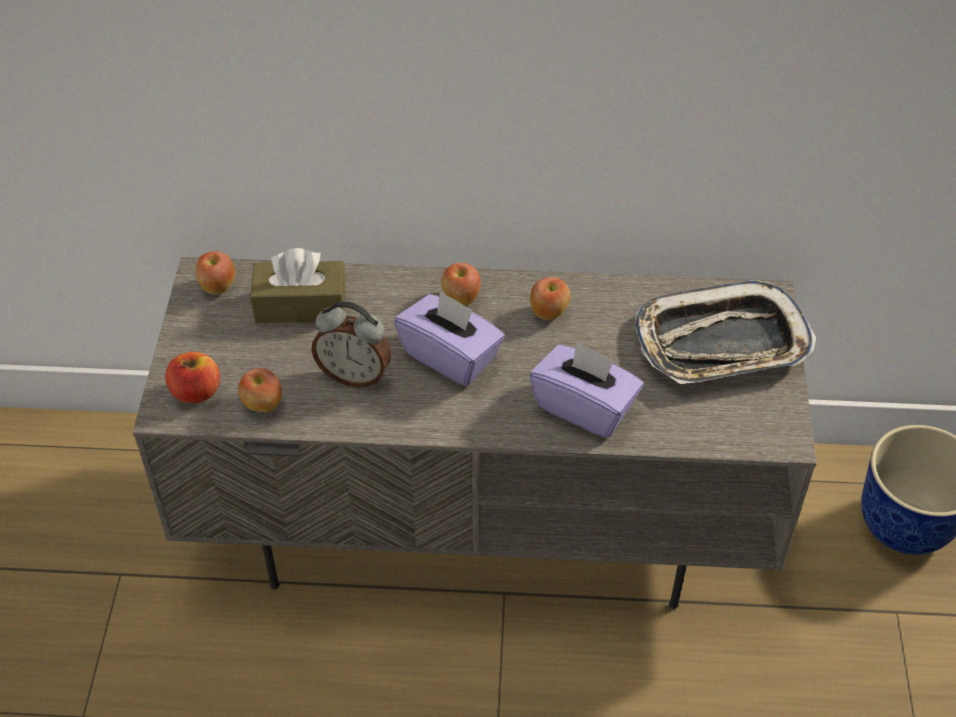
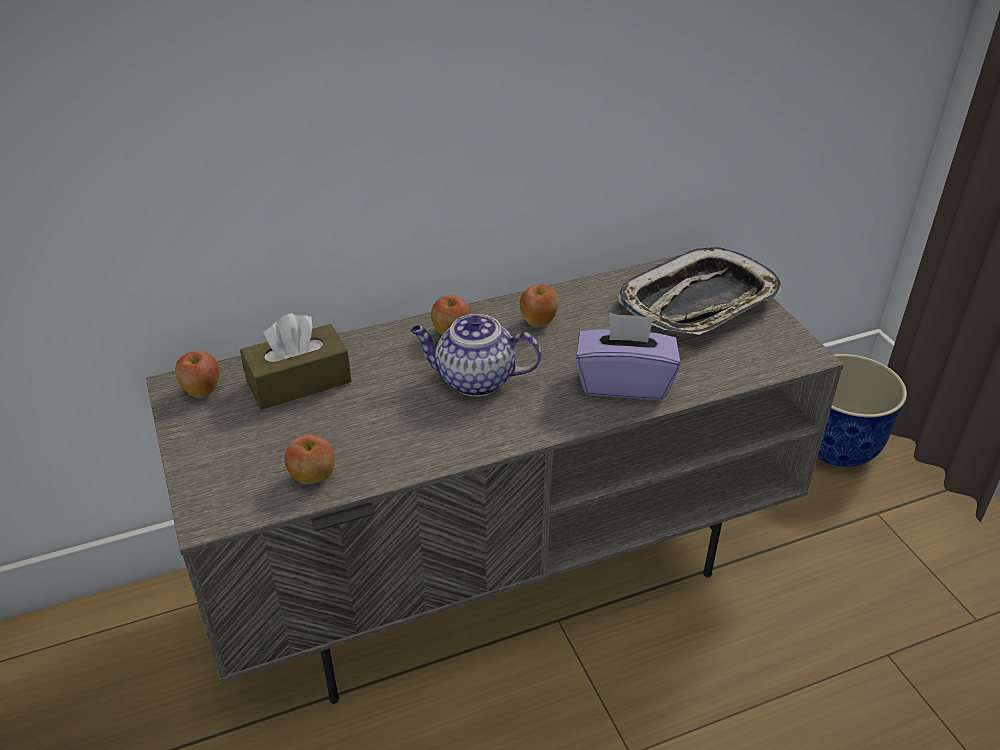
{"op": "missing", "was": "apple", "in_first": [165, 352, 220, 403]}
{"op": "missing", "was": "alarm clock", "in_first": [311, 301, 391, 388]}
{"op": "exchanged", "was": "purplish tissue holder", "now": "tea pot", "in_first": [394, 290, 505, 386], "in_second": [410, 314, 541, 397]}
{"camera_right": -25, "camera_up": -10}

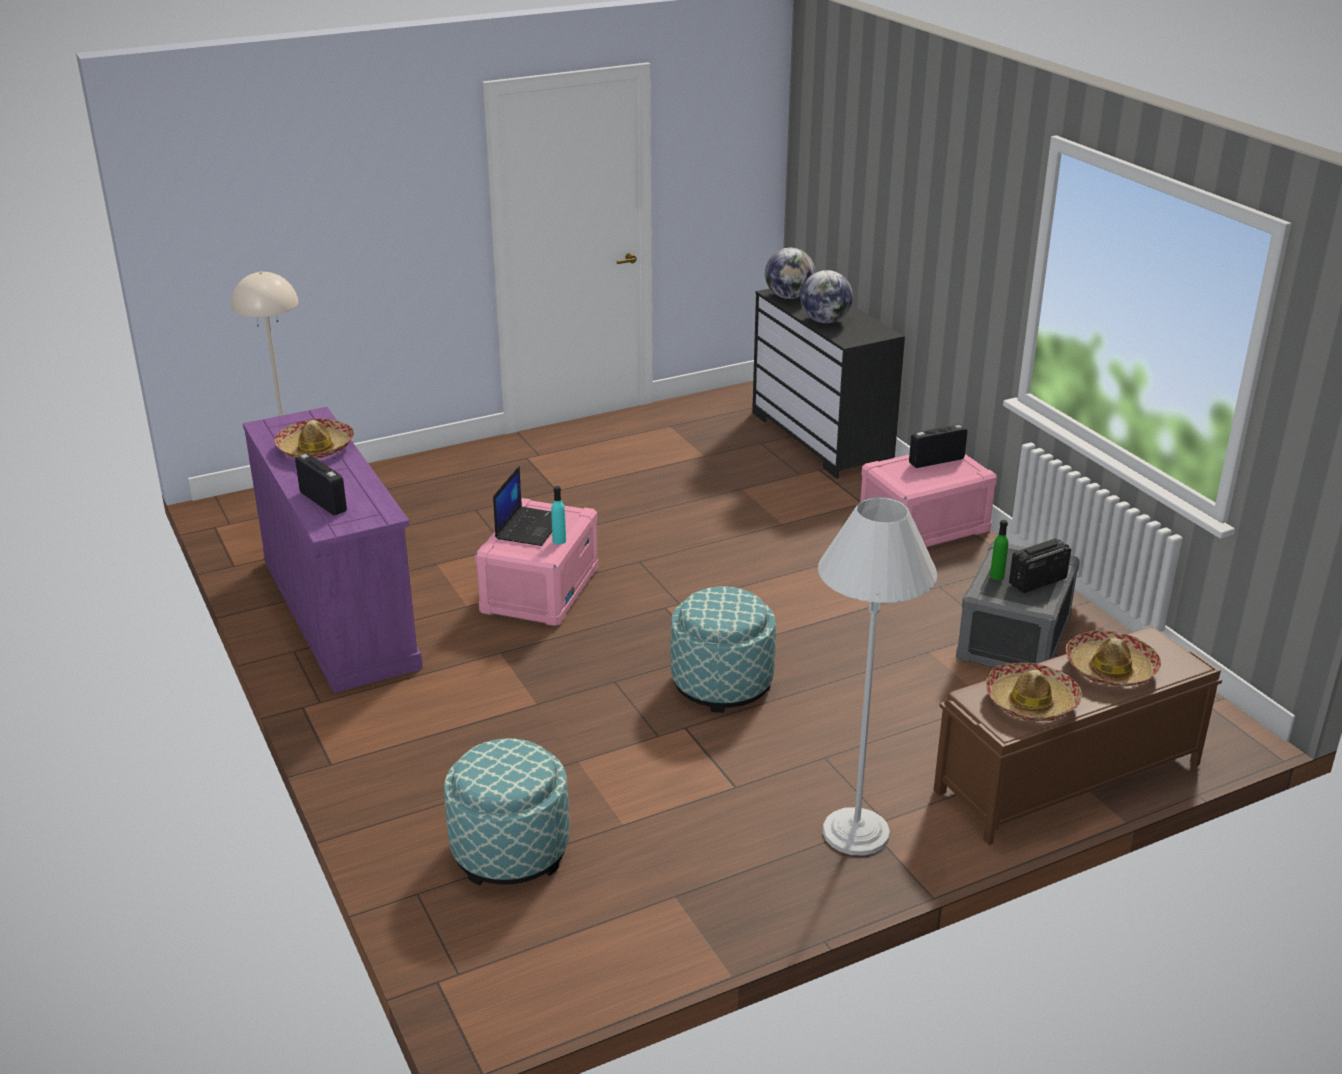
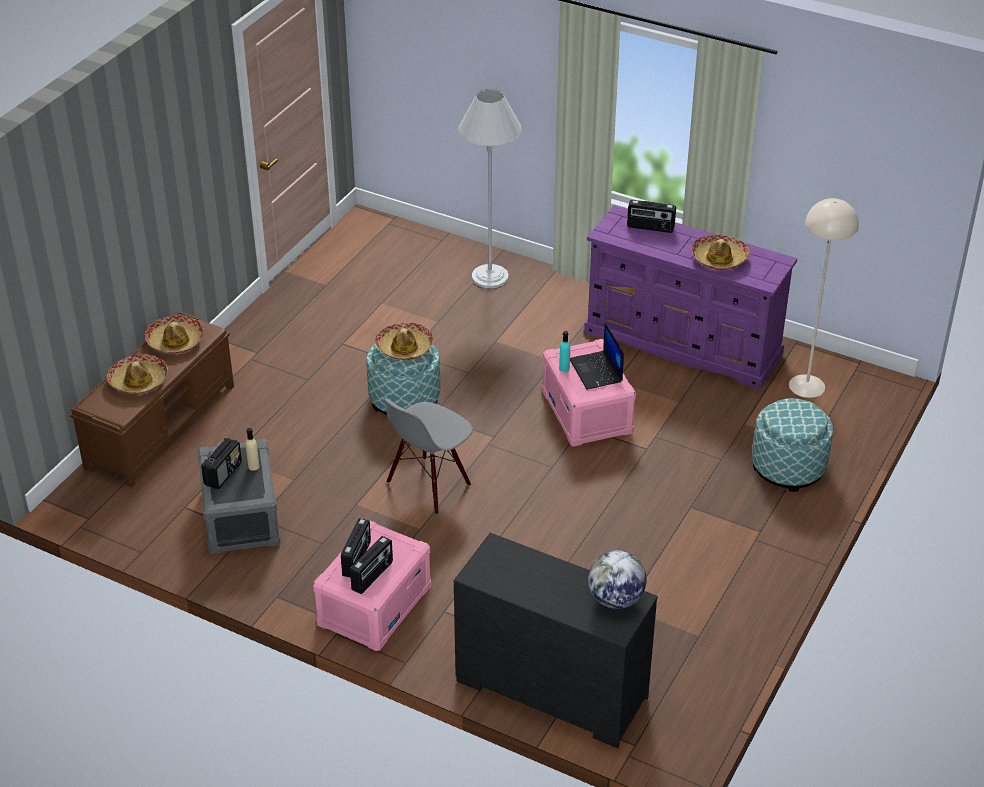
{"op": "relocated", "was": "footrest", "in_first": [444, 738, 569, 885], "in_second": [752, 398, 833, 492]}
{"op": "missing", "was": "world globe", "in_first": [800, 270, 853, 323]}
{"op": "relocated", "was": "whitish standing lamp", "in_first": [818, 497, 937, 856], "in_second": [458, 89, 522, 288]}
{"op": "colour", "was": "greenish beverage bottle", "now": "beige beverage bottle", "in_first": [990, 520, 1008, 580], "in_second": [246, 428, 259, 471]}
{"op": "appeared", "now": "radio receiver", "in_second": [341, 518, 371, 578]}
{"op": "appeared", "now": "clothing hat", "in_second": [375, 323, 434, 360]}
{"op": "appeared", "now": "greyish upright chair", "in_second": [384, 398, 473, 515]}
{"camera_right": 145, "camera_up": 10}

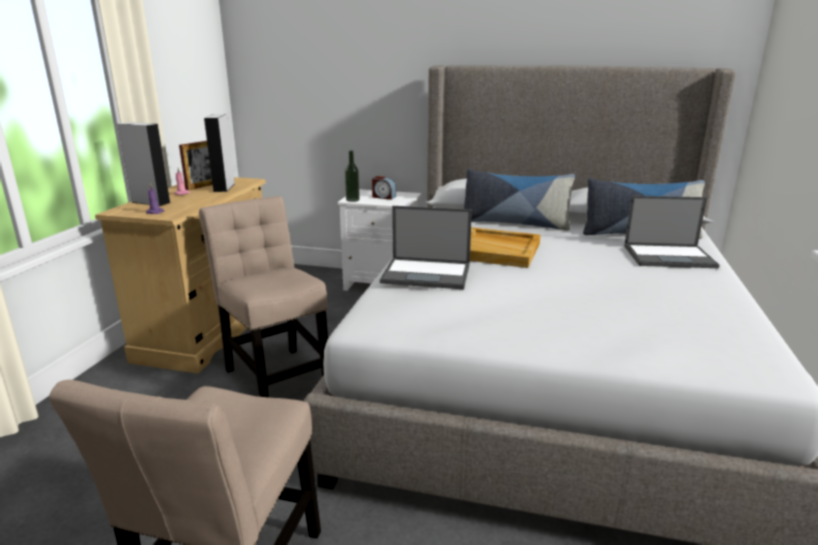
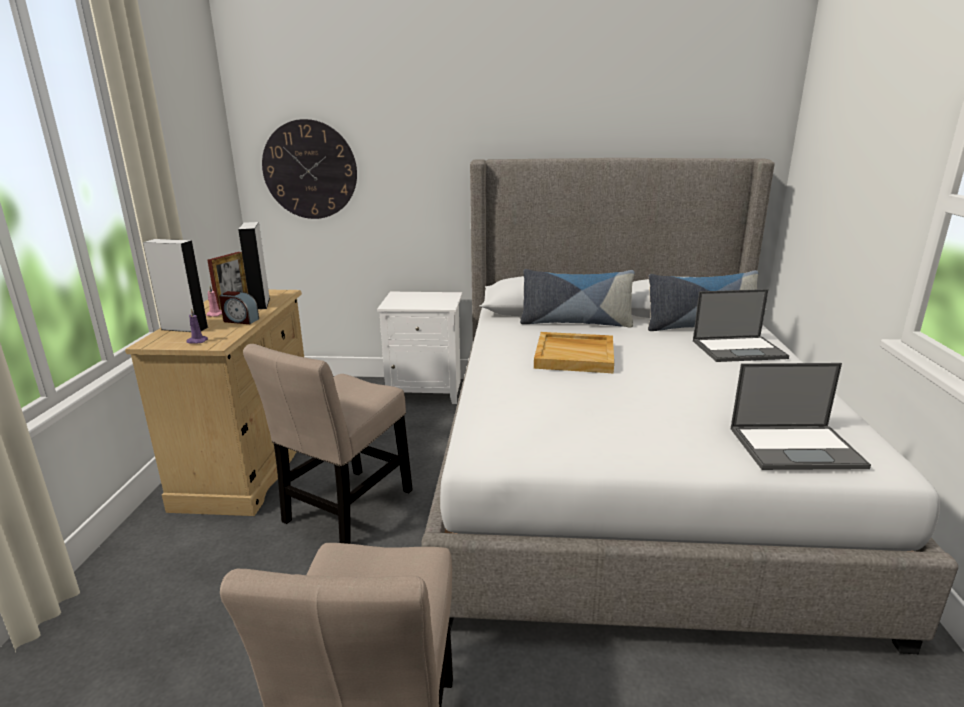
{"op": "spun", "was": "beige upright chair", "in_first": [199, 196, 328, 397], "in_second": [243, 344, 413, 544], "clockwise": -105}
{"op": "missing", "was": "beverage bottle", "in_first": [345, 150, 360, 202]}
{"op": "relocated", "was": "alarm clock", "in_first": [372, 176, 396, 200], "in_second": [219, 291, 259, 324]}
{"op": "relocated", "was": "laptop", "in_first": [380, 206, 472, 289], "in_second": [731, 363, 871, 470]}
{"op": "appeared", "now": "clock on the wall", "in_second": [262, 119, 357, 219]}
{"camera_right": -10, "camera_up": 0}

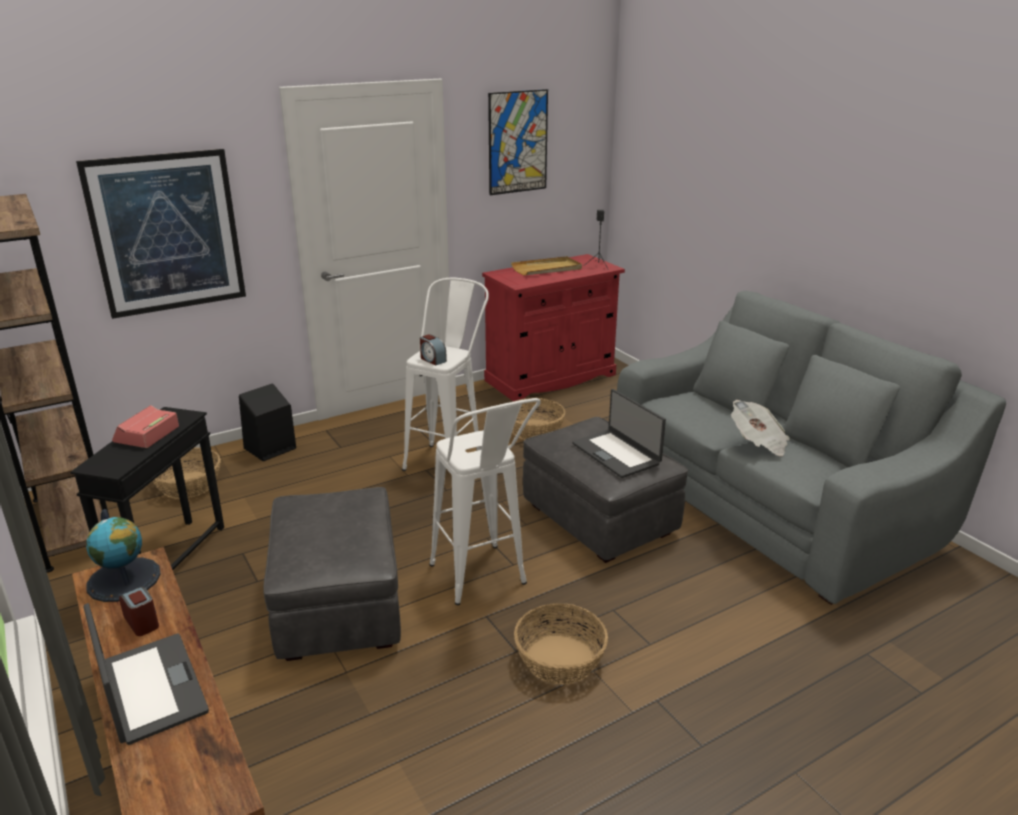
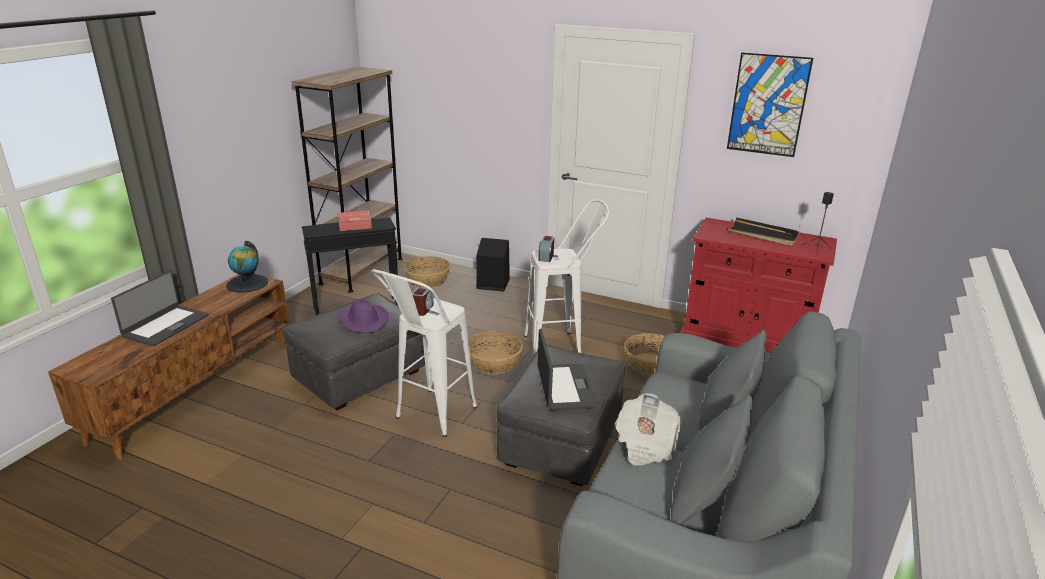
{"op": "missing", "was": "picture", "in_first": [76, 149, 246, 319]}
{"op": "relocated", "was": "alarm clock", "in_first": [119, 587, 159, 636], "in_second": [412, 288, 434, 316]}
{"op": "colour", "was": "beige serving tray", "now": "blackish serving tray", "in_first": [511, 256, 582, 276], "in_second": [727, 217, 799, 246]}
{"op": "relocated", "was": "household basket", "in_first": [514, 603, 608, 685], "in_second": [468, 331, 523, 374]}
{"op": "spun", "was": "laptop", "in_first": [572, 389, 666, 478], "in_second": [538, 329, 597, 410], "clockwise": 150}
{"op": "appeared", "now": "purplish clothing hat", "in_second": [338, 299, 389, 333]}
{"camera_right": 55, "camera_up": 0}

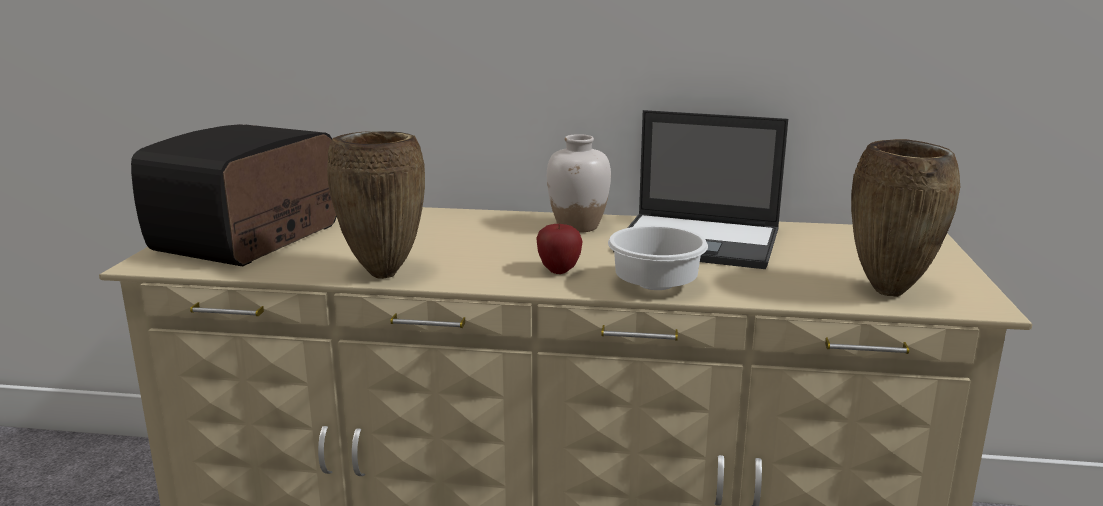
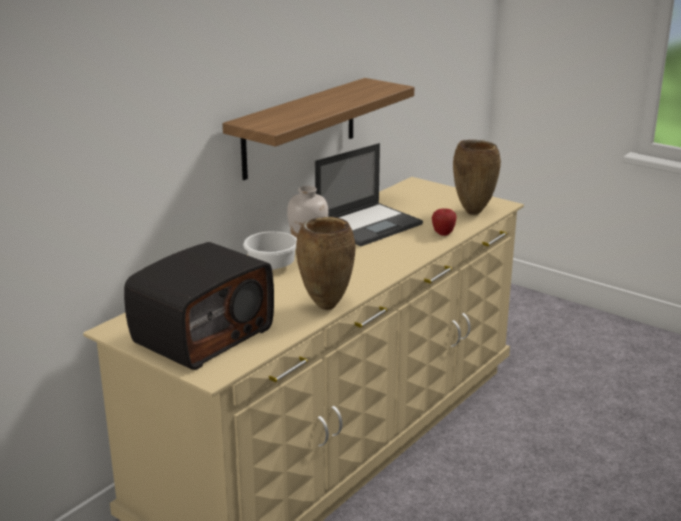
{"op": "spun", "was": "radio receiver", "in_first": [131, 124, 337, 266], "in_second": [124, 242, 274, 370], "clockwise": -105}
{"op": "relocated", "was": "apple", "in_first": [536, 224, 583, 274], "in_second": [432, 208, 457, 236]}
{"op": "relocated", "was": "whitish serving bowl", "in_first": [608, 226, 708, 290], "in_second": [243, 231, 297, 270]}
{"op": "appeared", "now": "bracket shelf", "in_second": [223, 78, 414, 180]}
{"camera_right": -60, "camera_up": 5}

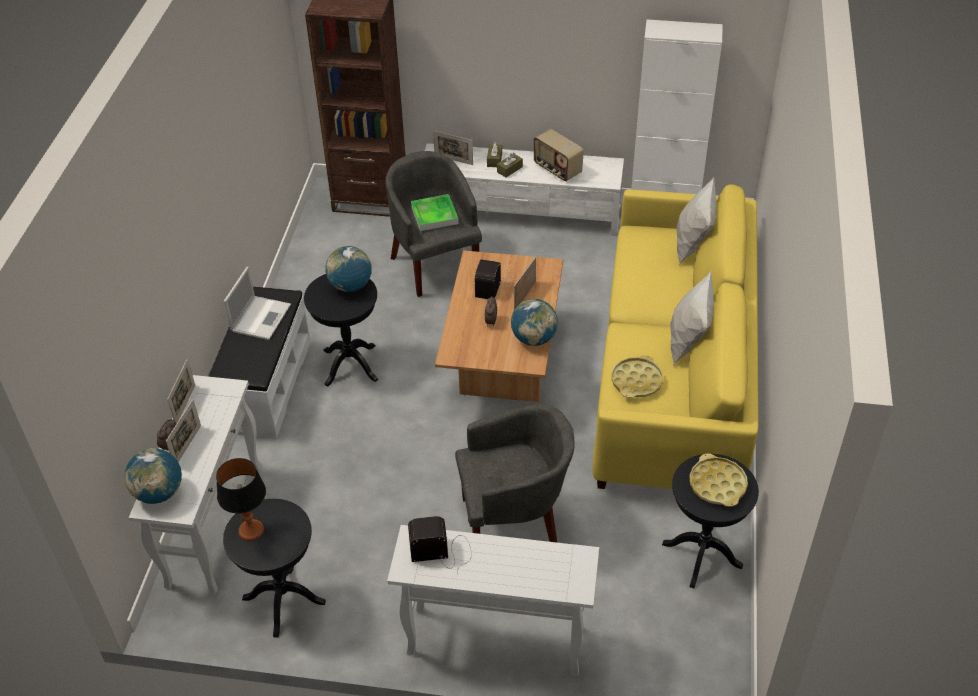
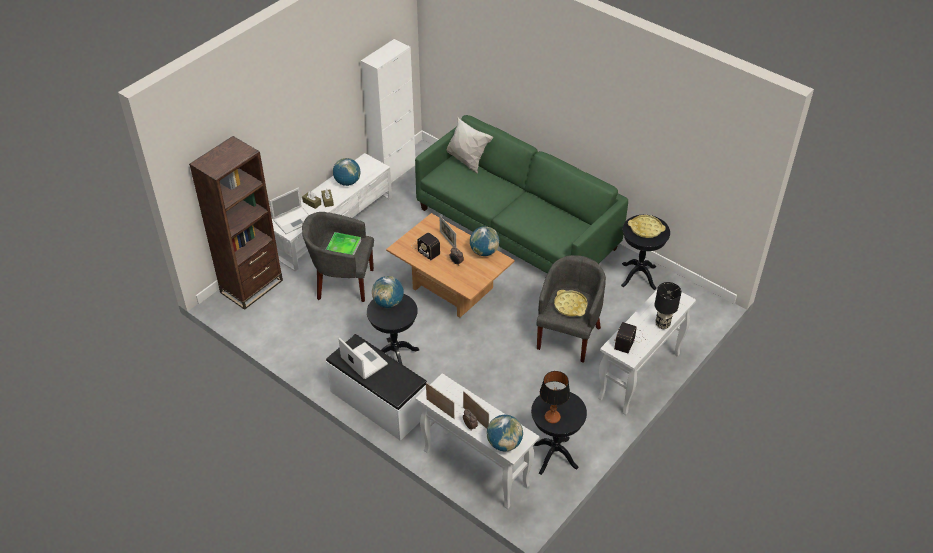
{"op": "exchanged", "was": "standing frame", "now": "laptop", "in_first": [433, 131, 473, 165], "in_second": [269, 188, 309, 234]}
{"op": "exchanged", "was": "radio receiver", "now": "world globe", "in_first": [534, 129, 584, 181], "in_second": [333, 158, 361, 186]}
{"op": "colour", "was": "yellow couch", "now": "greenish couch", "in_first": [592, 184, 759, 489], "in_second": [415, 115, 628, 273]}
{"op": "relocated", "was": "yellow serving tray", "in_first": [611, 355, 663, 398], "in_second": [554, 290, 588, 316]}
{"op": "missing", "was": "whitish pillow", "in_first": [670, 269, 714, 367]}
{"op": "appeared", "now": "blackish tabletop lamp", "in_second": [655, 282, 681, 329]}
{"camera_right": -60, "camera_up": 0}

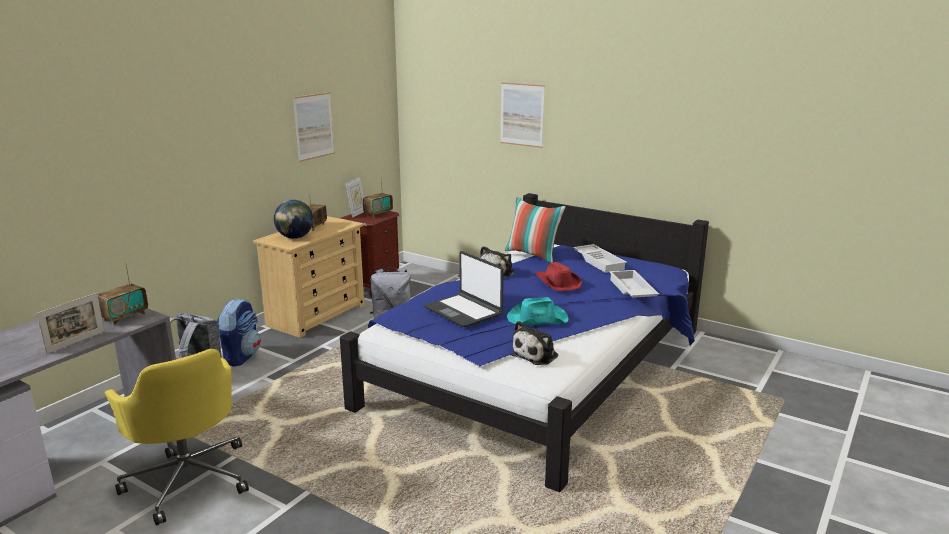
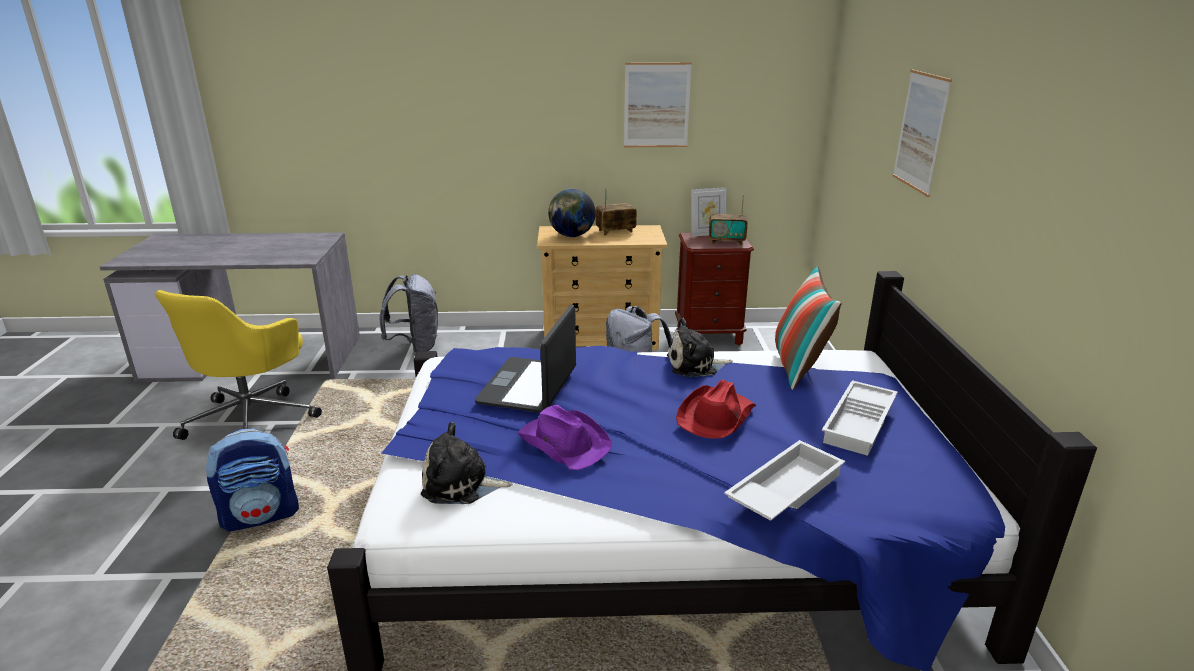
{"op": "missing", "was": "standing frame", "in_first": [37, 293, 105, 354]}
{"op": "missing", "was": "radio receiver", "in_first": [97, 263, 148, 325]}
{"op": "relocated", "was": "knapsack", "in_first": [217, 298, 261, 367], "in_second": [206, 428, 299, 532]}
{"op": "colour", "was": "blue-green clothing hat", "now": "purplish clothing hat", "in_first": [507, 297, 569, 325], "in_second": [518, 405, 612, 470]}
{"camera_right": 55, "camera_up": 5}

